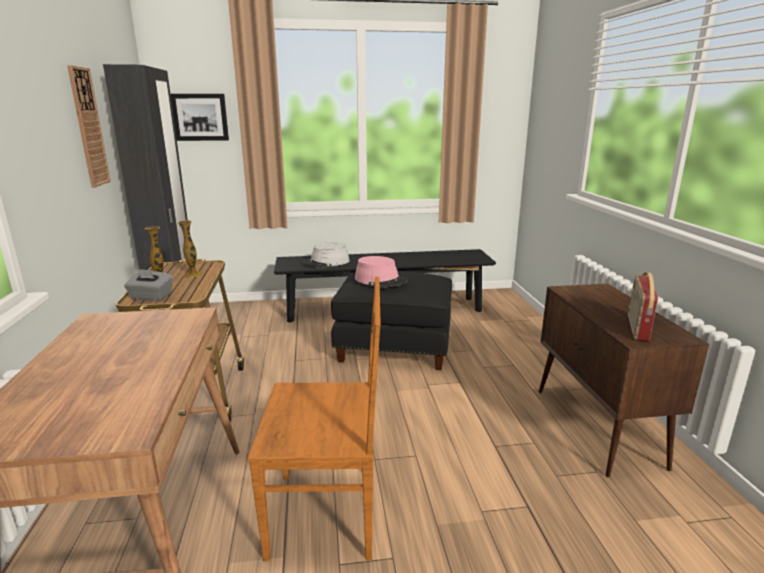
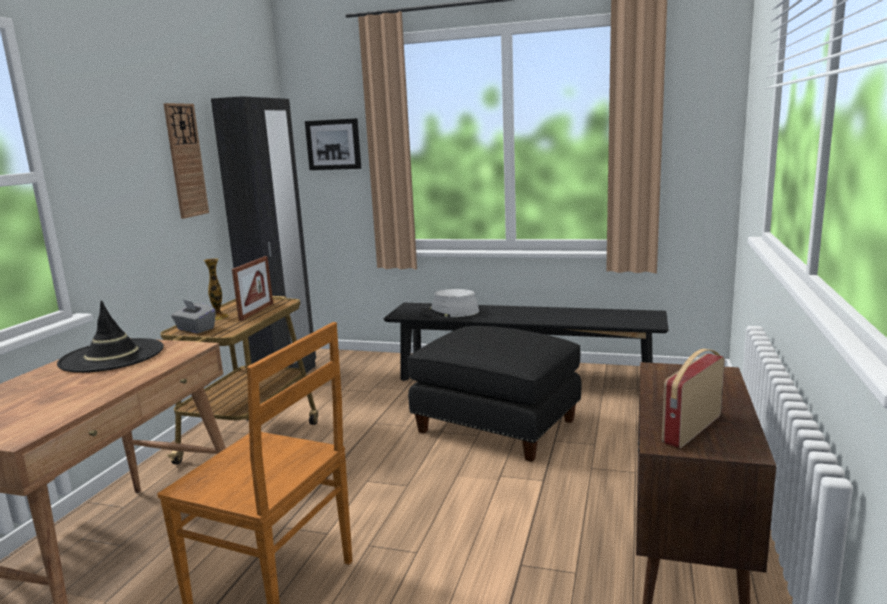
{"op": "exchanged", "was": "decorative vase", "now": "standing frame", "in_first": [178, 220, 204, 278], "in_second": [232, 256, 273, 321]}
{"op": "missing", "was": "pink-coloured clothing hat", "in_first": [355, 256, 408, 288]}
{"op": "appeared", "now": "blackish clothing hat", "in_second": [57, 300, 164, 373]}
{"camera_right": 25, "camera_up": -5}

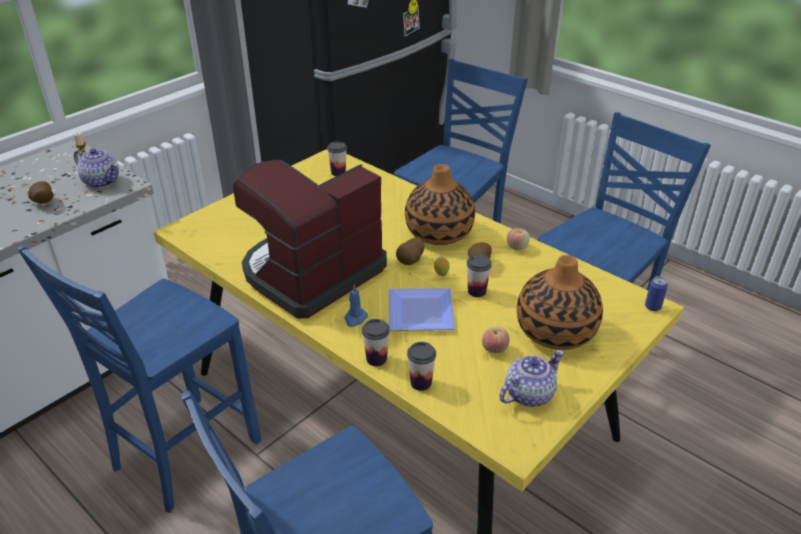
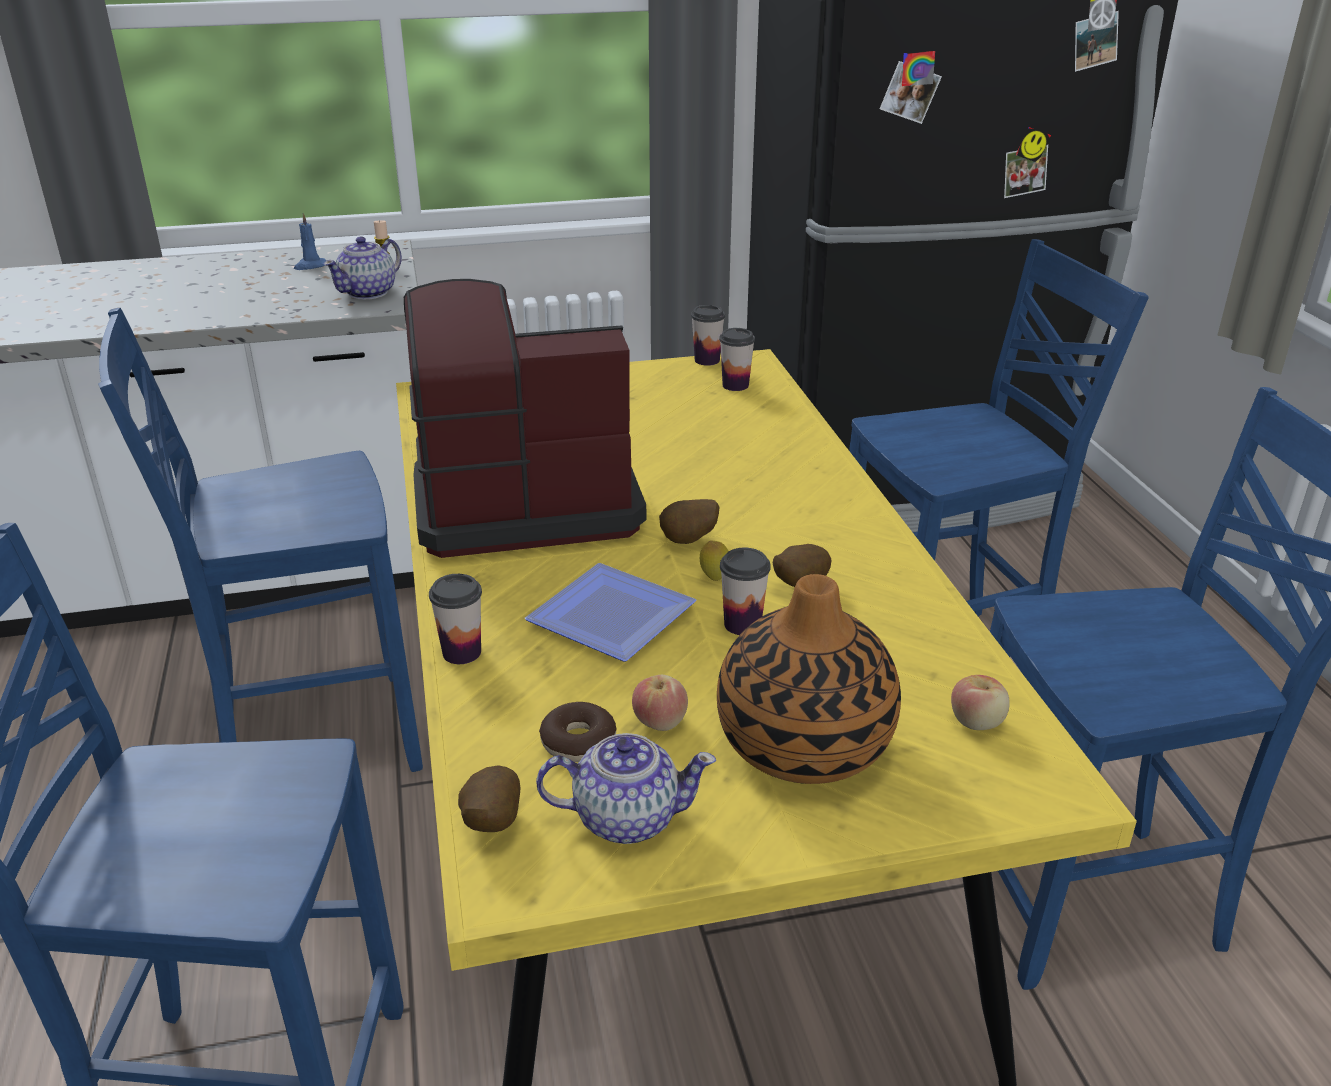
{"op": "relocated", "was": "spud", "in_first": [28, 181, 54, 203], "in_second": [458, 765, 520, 832]}
{"op": "spun", "was": "tea pot", "in_first": [74, 148, 119, 188], "in_second": [324, 237, 402, 300], "clockwise": 60}
{"op": "relocated", "was": "blue-coloured wax light", "in_first": [344, 284, 368, 327], "in_second": [294, 213, 327, 270]}
{"op": "missing", "was": "decorative vase", "in_first": [405, 164, 475, 245]}
{"op": "relocated", "was": "cup", "in_first": [407, 342, 436, 391], "in_second": [691, 305, 725, 366]}
{"op": "relocated", "was": "apple", "in_first": [507, 228, 530, 250], "in_second": [951, 675, 1010, 730]}
{"op": "missing", "was": "sealed can", "in_first": [645, 276, 668, 311]}
{"op": "appeared", "now": "doughnut", "in_second": [539, 702, 616, 762]}
{"camera_right": 35, "camera_up": -5}

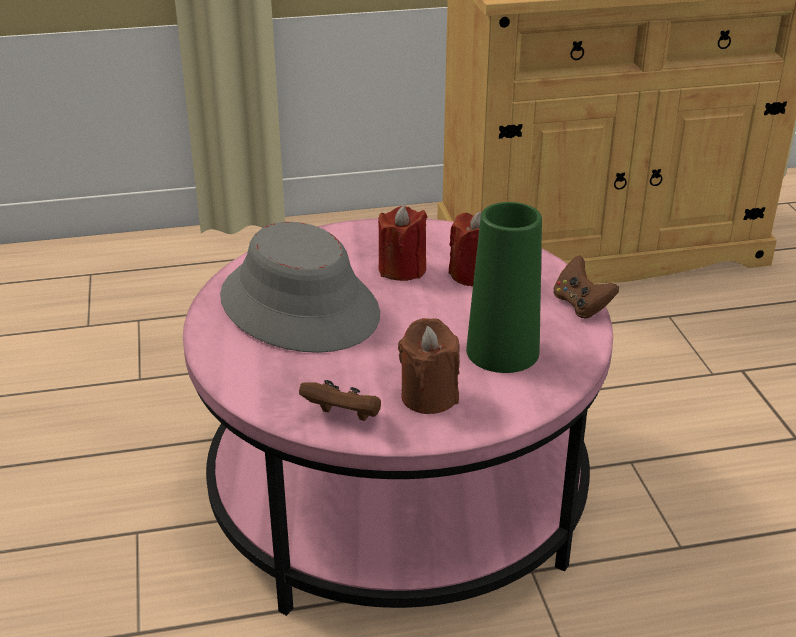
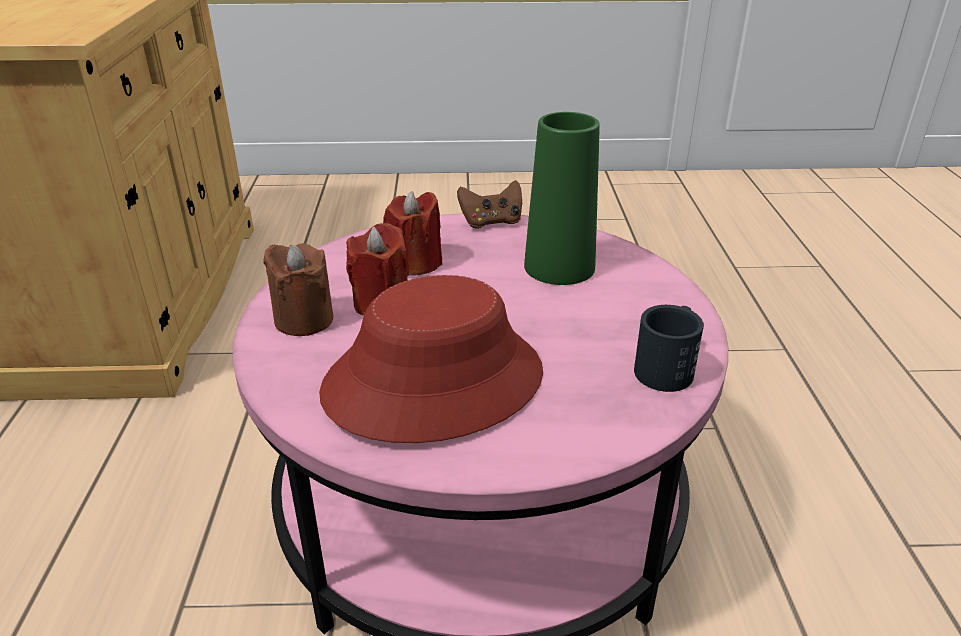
{"op": "colour", "was": "greyish clothing hat", "now": "reddish clothing hat", "in_first": [220, 222, 380, 353], "in_second": [319, 275, 543, 443]}
{"op": "exchanged", "was": "brown-coloured game controller", "now": "blackish mug", "in_first": [299, 380, 381, 421], "in_second": [634, 305, 704, 392]}
{"op": "relocated", "was": "brown-coloured wax light", "in_first": [398, 318, 460, 414], "in_second": [263, 243, 334, 336]}
{"camera_right": -80, "camera_up": 0}

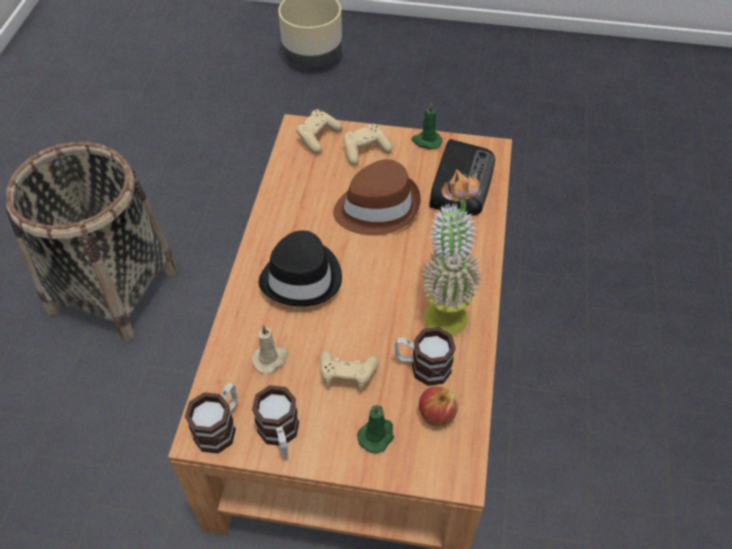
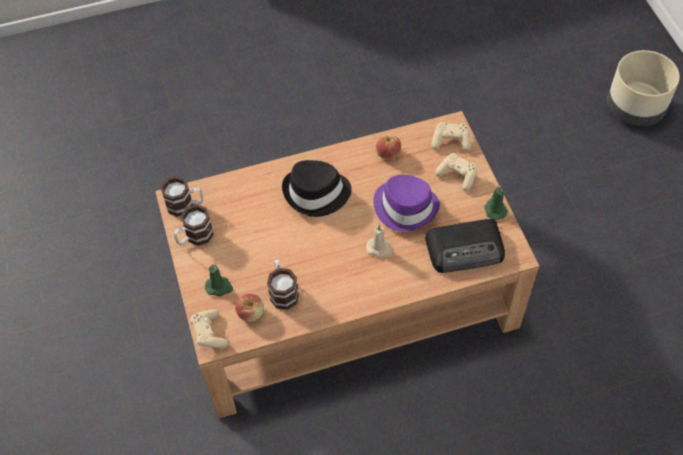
{"op": "missing", "was": "household basket", "in_first": [6, 142, 177, 341]}
{"op": "relocated", "was": "beige wax light", "in_first": [252, 325, 289, 374], "in_second": [366, 224, 392, 258]}
{"op": "relocated", "was": "beige game controller", "in_first": [320, 351, 379, 389], "in_second": [190, 309, 229, 348]}
{"op": "colour", "was": "brown-coloured clothing hat", "now": "purplish clothing hat", "in_first": [333, 159, 421, 236], "in_second": [373, 175, 440, 231]}
{"op": "missing", "was": "potted plant", "in_first": [421, 169, 482, 336]}
{"op": "appeared", "now": "apple", "in_second": [376, 135, 401, 160]}
{"camera_right": 65, "camera_up": 5}

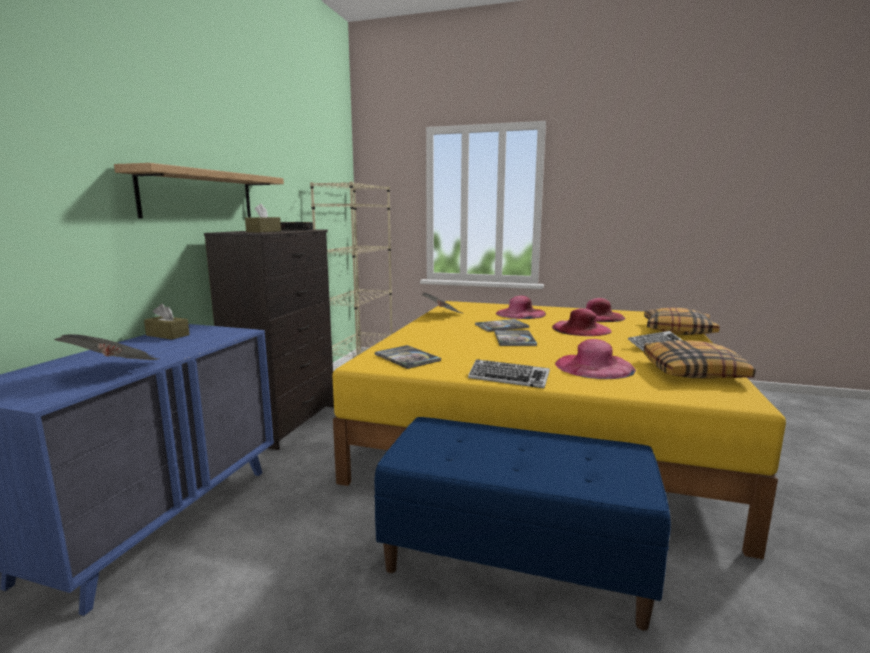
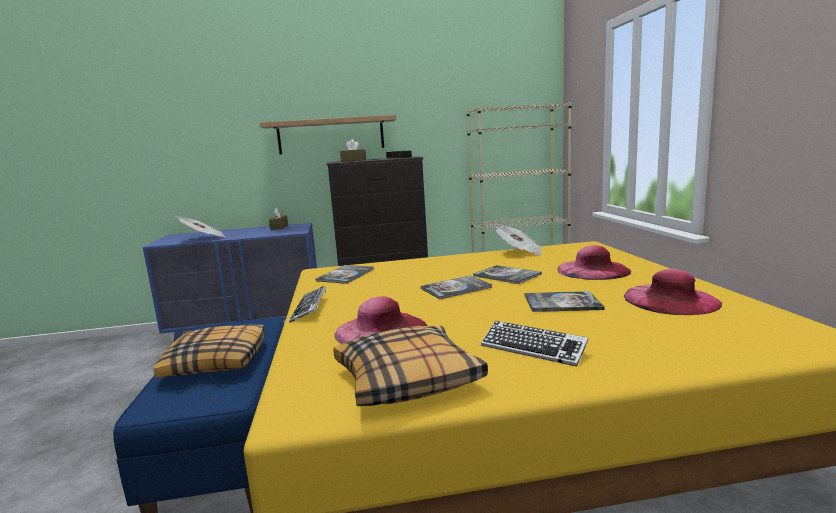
{"op": "exchanged", "was": "pink-coloured clothing hat", "now": "bound book", "in_first": [552, 308, 612, 336], "in_second": [524, 291, 604, 312]}
{"op": "relocated", "was": "pillow", "in_first": [644, 308, 720, 335], "in_second": [153, 324, 265, 378]}
{"camera_right": 65, "camera_up": 0}

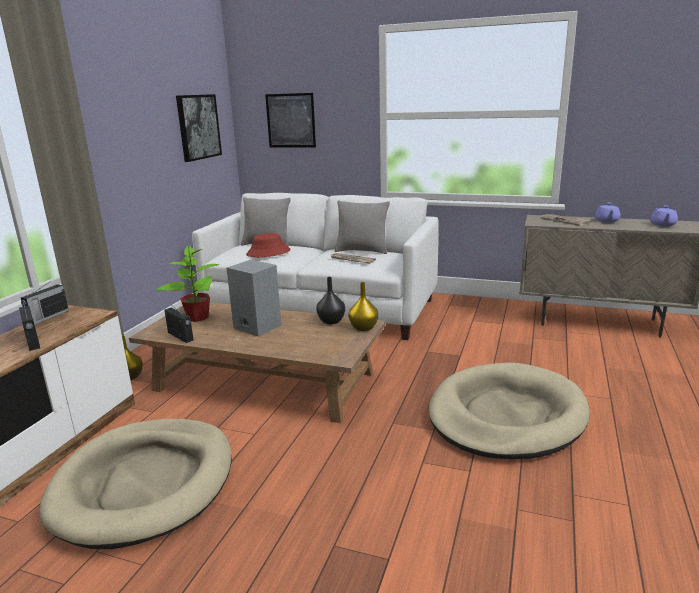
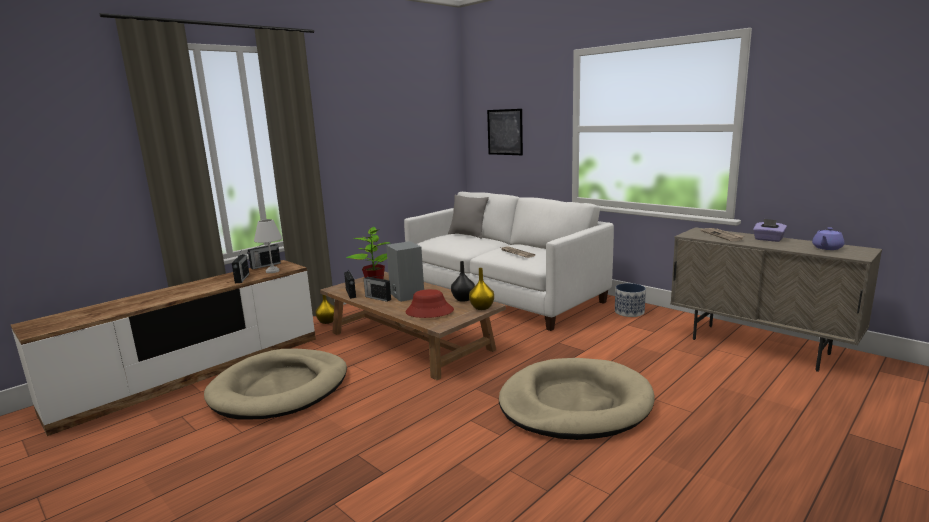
{"op": "missing", "was": "picture", "in_first": [176, 94, 222, 162]}
{"op": "relocated", "was": "reddish clothing hat", "in_first": [246, 233, 291, 257], "in_second": [406, 289, 454, 318]}
{"op": "missing", "was": "greyish pillow", "in_first": [335, 201, 390, 254]}
{"op": "exchanged", "was": "purplish tea pot", "now": "purplish tissue holder", "in_first": [595, 203, 621, 223], "in_second": [753, 219, 787, 242]}
{"op": "appeared", "now": "whitish tabletop lamp", "in_second": [254, 219, 282, 273]}
{"op": "appeared", "now": "radio receiver", "in_second": [364, 275, 391, 302]}
{"op": "appeared", "now": "plant pot", "in_second": [615, 283, 646, 317]}
{"camera_right": 25, "camera_up": -5}

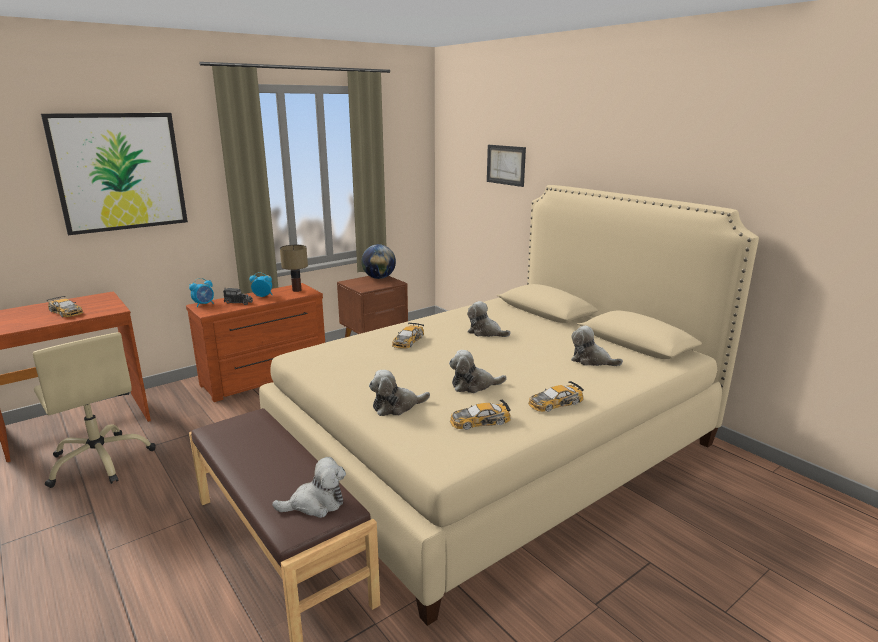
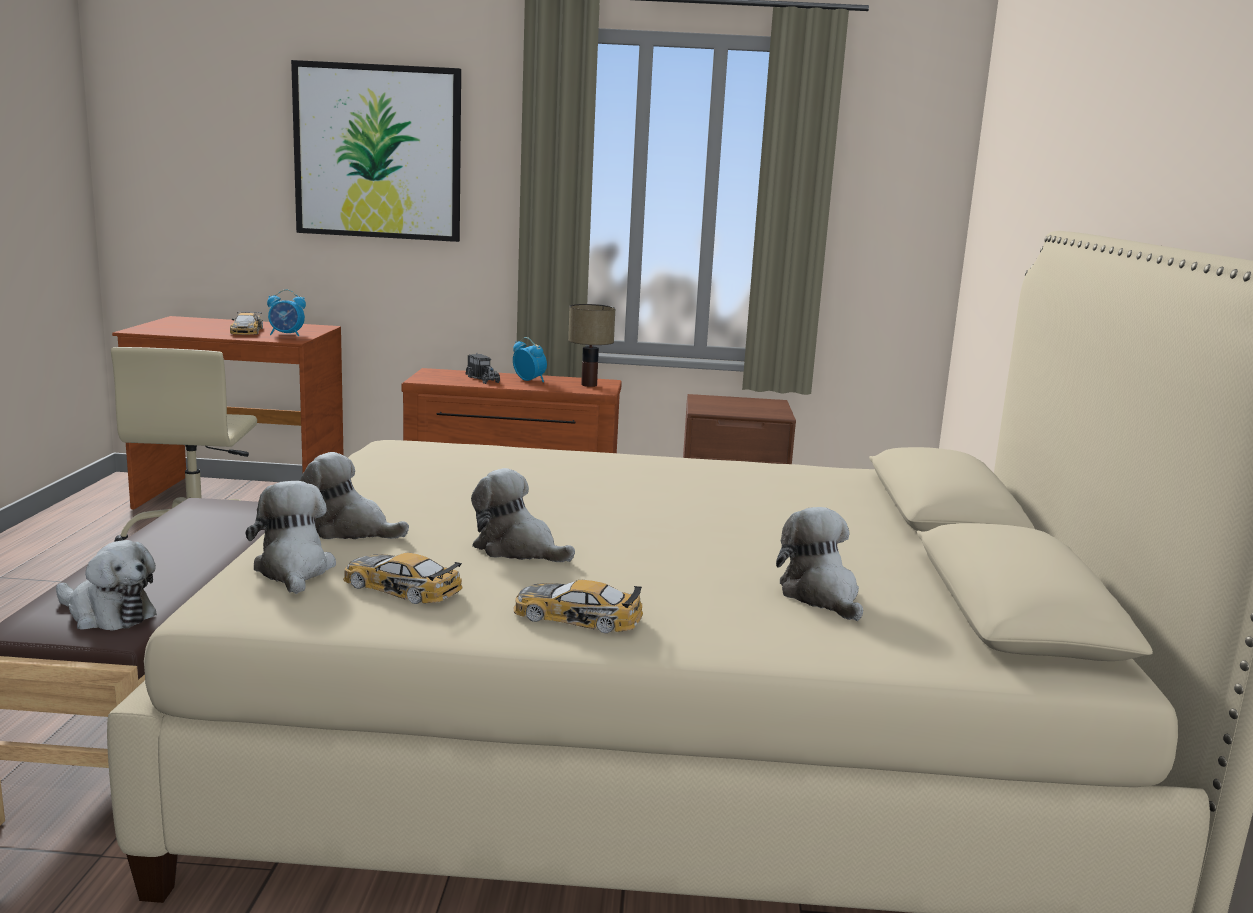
{"op": "relocated", "was": "alarm clock", "in_first": [189, 278, 214, 307], "in_second": [267, 289, 306, 336]}
{"op": "missing", "was": "world globe", "in_first": [361, 244, 396, 279]}
{"op": "missing", "was": "miniature car", "in_first": [392, 323, 424, 349]}
{"op": "relocated", "was": "cuddly toy", "in_first": [467, 301, 511, 337], "in_second": [246, 481, 336, 594]}
{"op": "missing", "was": "picture", "in_first": [487, 145, 526, 187]}
{"camera_right": 40, "camera_up": -5}

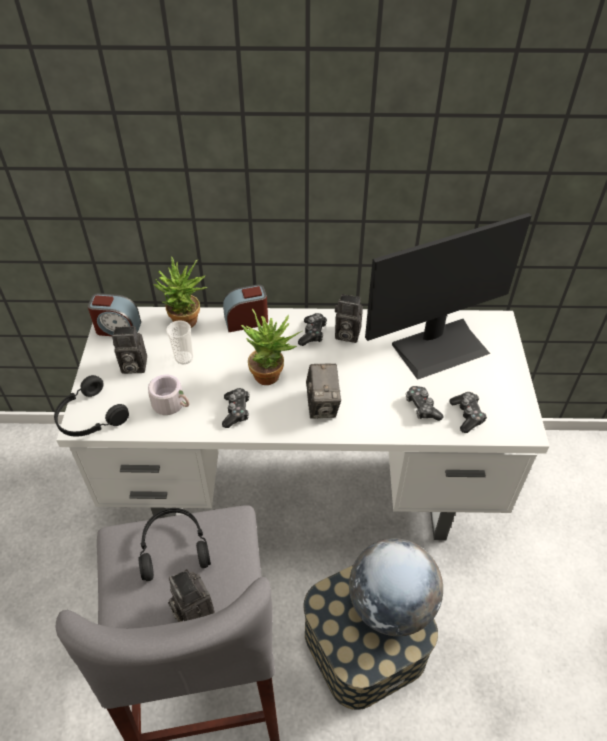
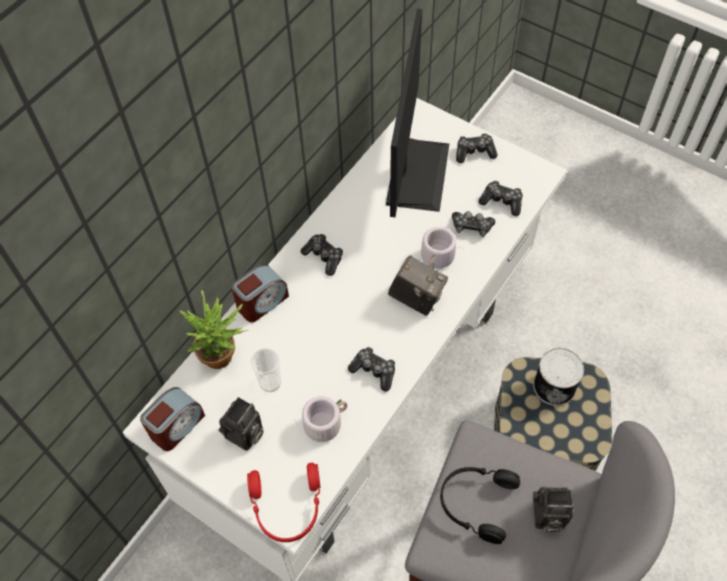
{"op": "colour", "was": "blackish headset", "now": "reddish headset", "in_first": [54, 375, 129, 437], "in_second": [247, 463, 320, 542]}
{"op": "spun", "was": "alarm clock", "in_first": [223, 284, 268, 332], "in_second": [231, 264, 289, 322], "clockwise": -150}
{"op": "missing", "was": "potted plant", "in_first": [241, 309, 302, 385]}
{"op": "missing", "was": "still camera", "in_first": [335, 294, 363, 343]}
{"op": "exchanged", "was": "world globe", "now": "sealed can", "in_first": [349, 538, 443, 636], "in_second": [533, 348, 584, 406]}
{"op": "appeared", "now": "greyish mug", "in_second": [421, 227, 460, 269]}
{"op": "appeared", "now": "game controller", "in_second": [456, 133, 497, 163]}
{"camera_right": -55, "camera_up": 10}

